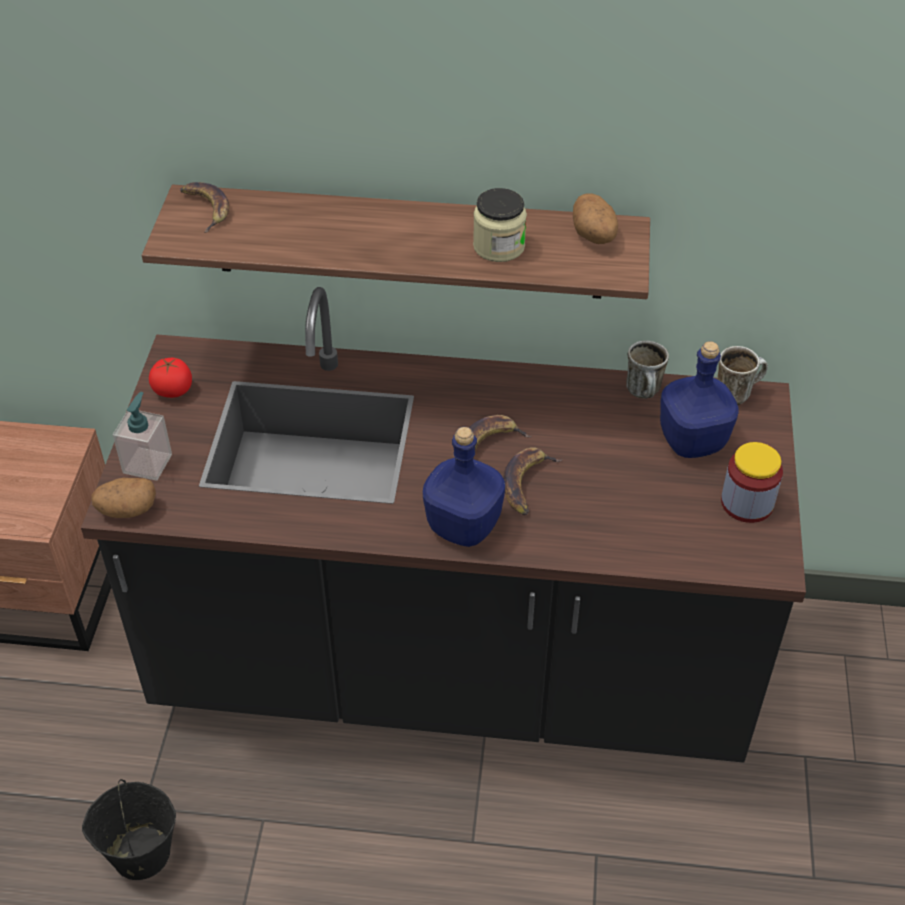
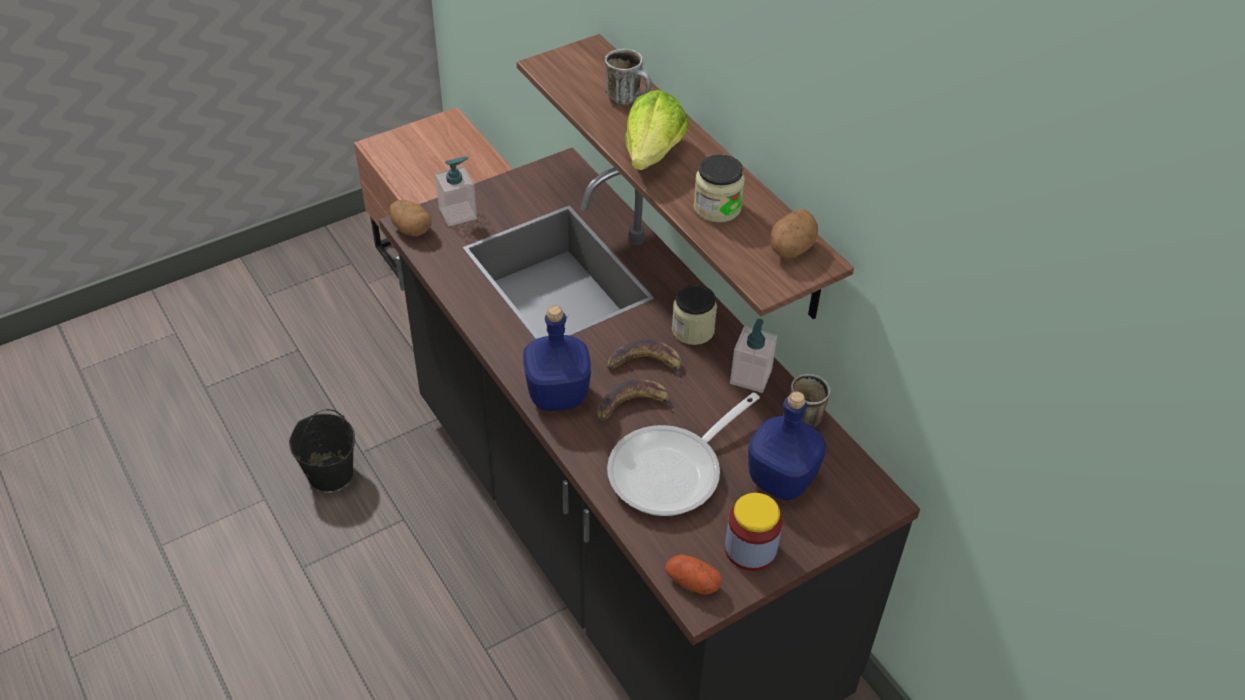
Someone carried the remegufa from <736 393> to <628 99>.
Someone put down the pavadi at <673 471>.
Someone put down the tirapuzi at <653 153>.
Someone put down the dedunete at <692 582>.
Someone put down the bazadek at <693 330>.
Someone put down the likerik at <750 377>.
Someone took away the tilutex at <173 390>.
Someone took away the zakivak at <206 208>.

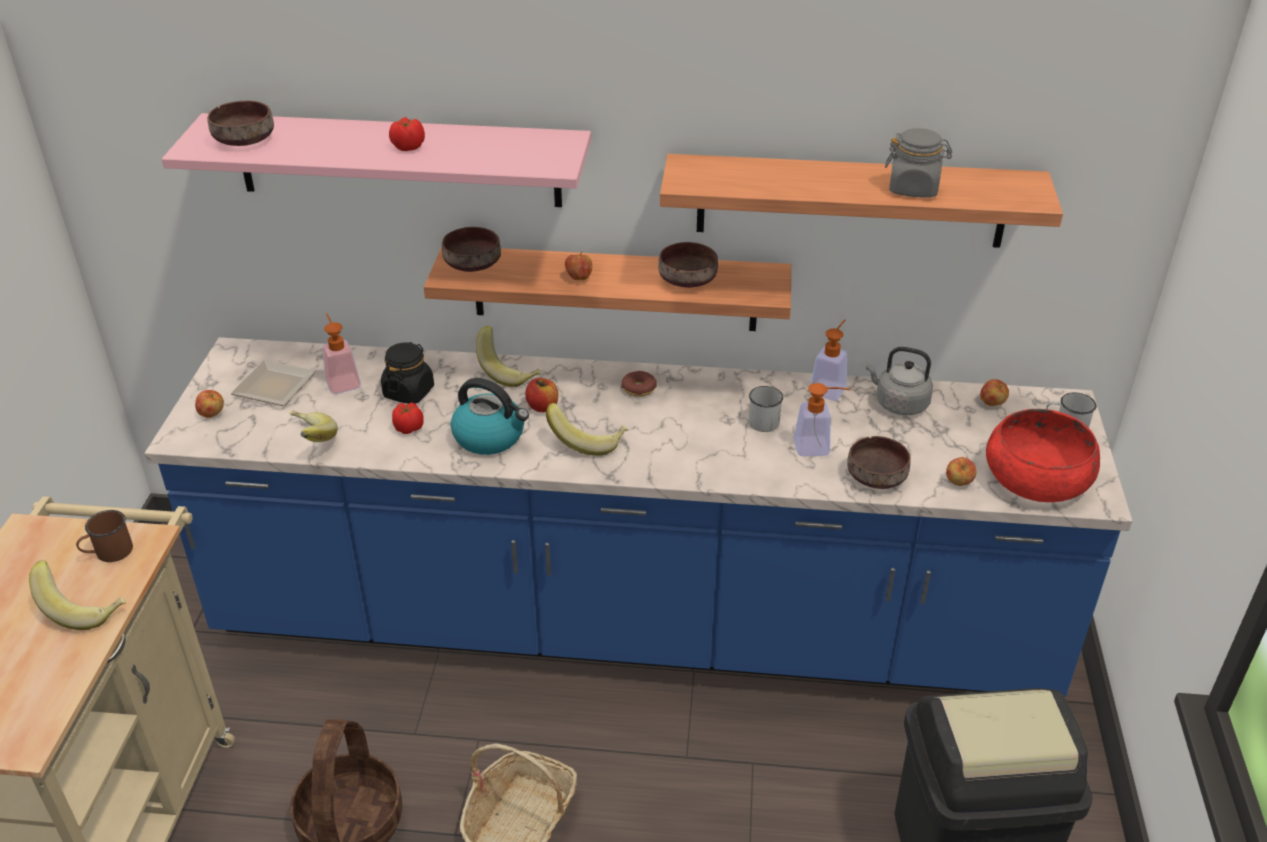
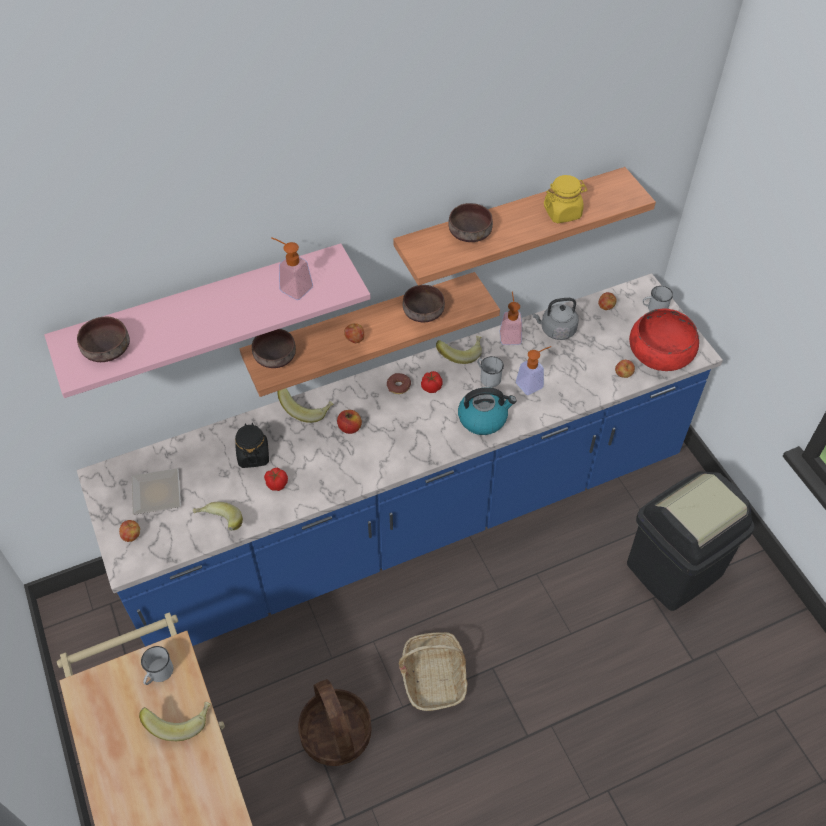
Someone repainted the brown remegufa at <108 553>, which became the white remegufa at <158 674>.
Someone carried the likerik from <341 380> to <292 287>.
Someone carried the tilutex from <408 147> to <431 387>.
Someone carried the zakivak from <588 441> to <460 353>.
Someone carried the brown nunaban from <876 477> to <470 233>.
Someone carried the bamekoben from <490 437> to <483 418>.
Someone repainted the grey bazadek at <913 188>, which became the yellow bazadek at <562 212>.

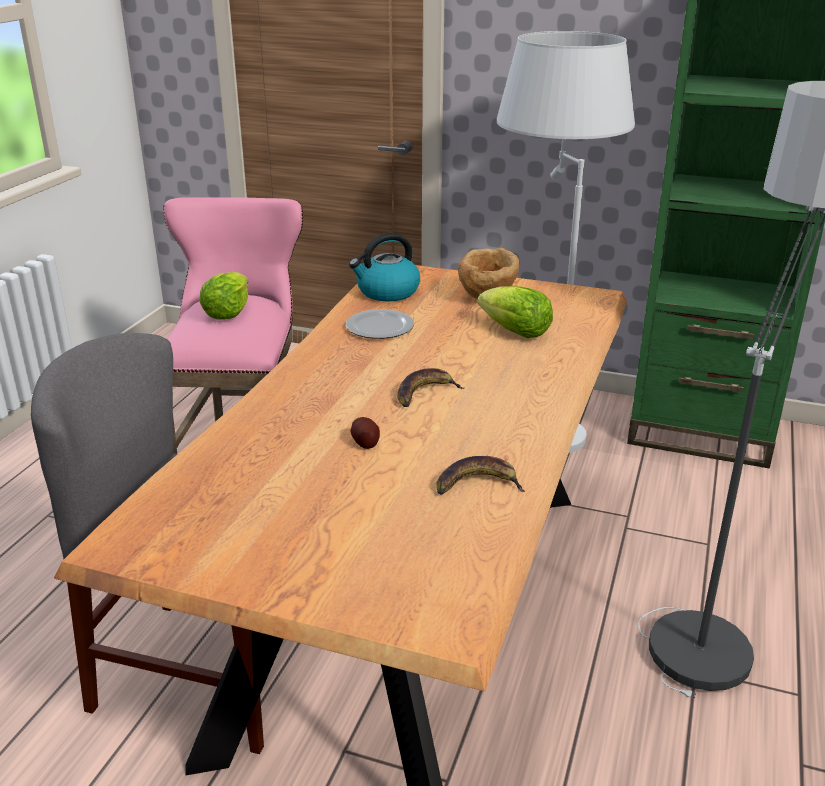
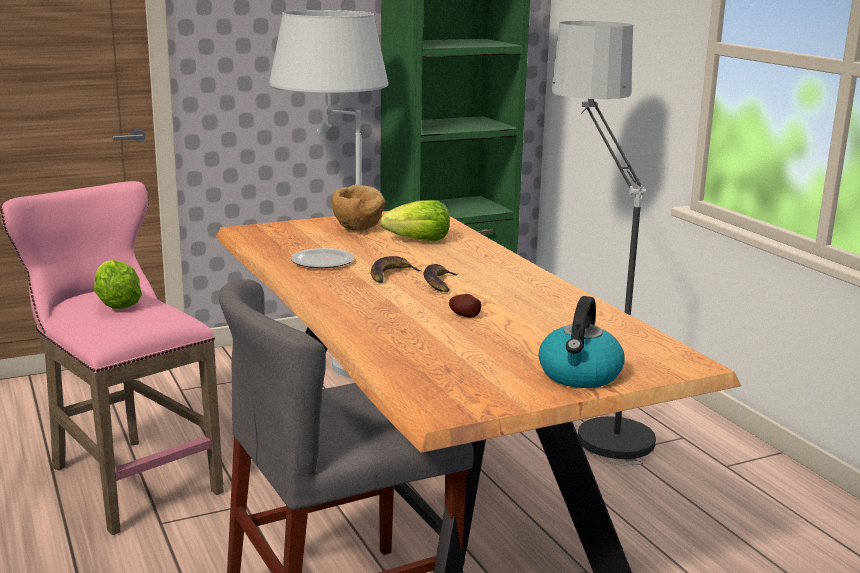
Someone carried the zakivak from <477 484> to <390 275>.
Someone carried the bamekoben from <387 292> to <580 375>.

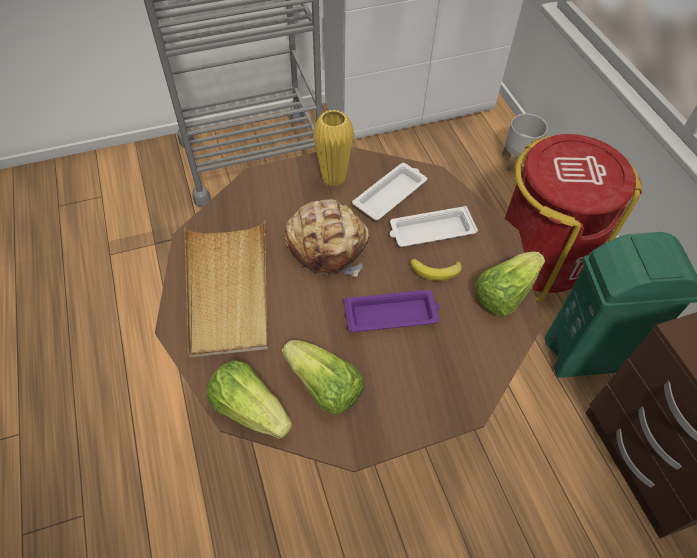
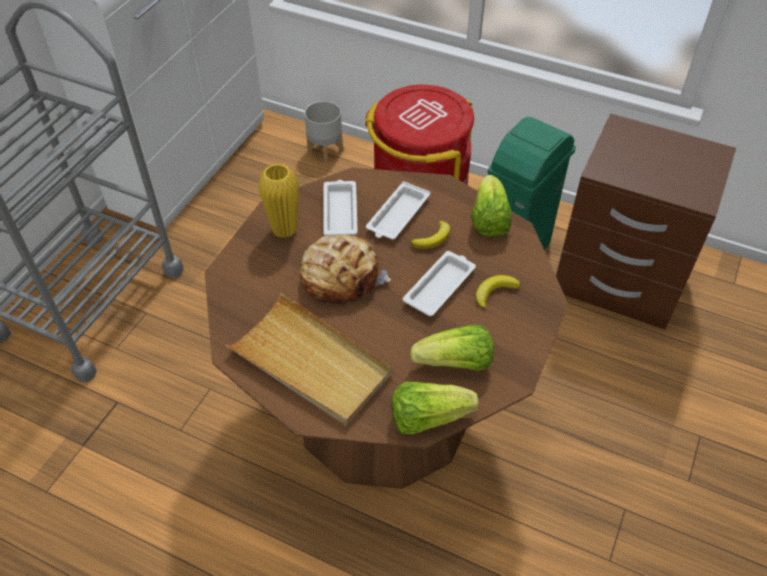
Someone repainted the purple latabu at <392 314>, which became the white latabu at <440 286>.
Someone put down the zakivak at <494 292>.

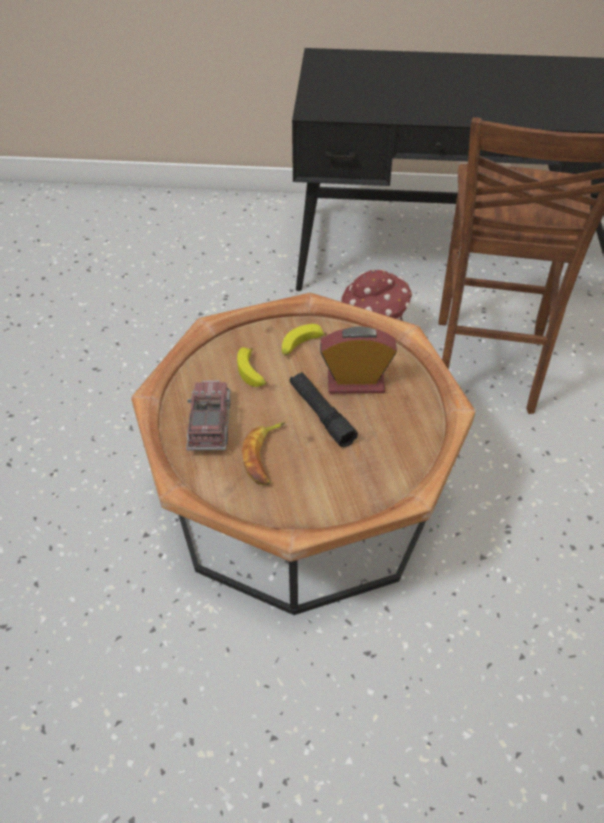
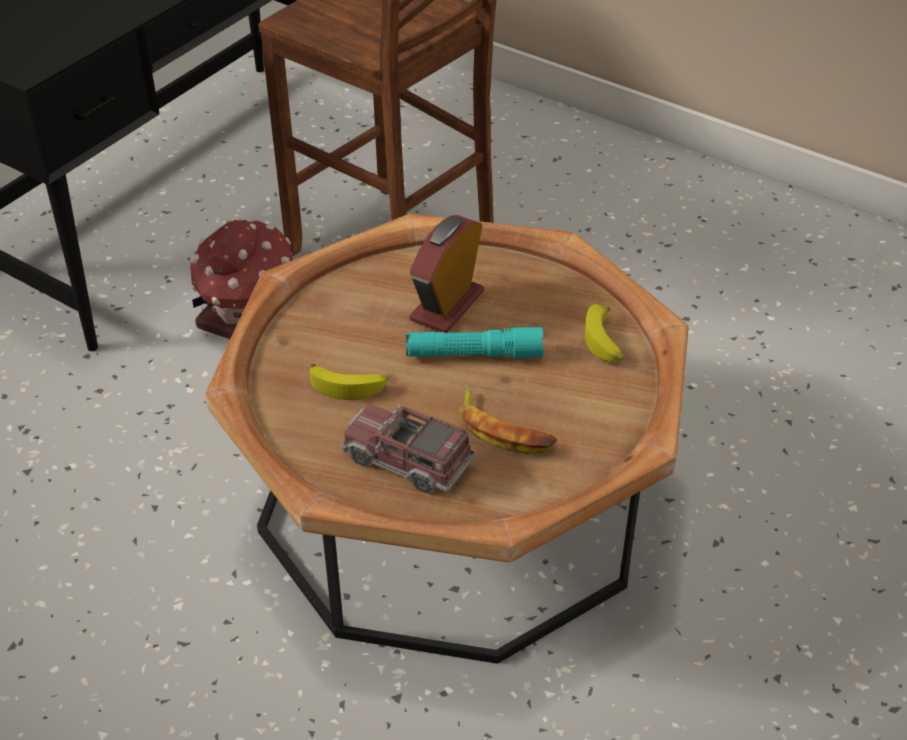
Someone repainted the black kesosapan at <321 414>, which became the turquoise kesosapan at <474 355>.
Someone carried the zakivak from <300 346> to <604 342>.

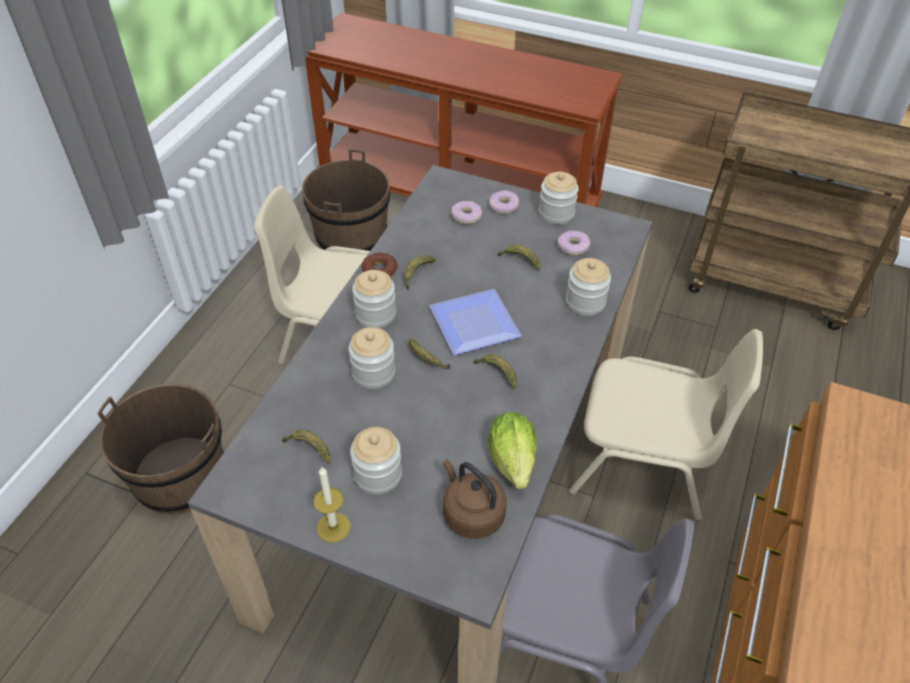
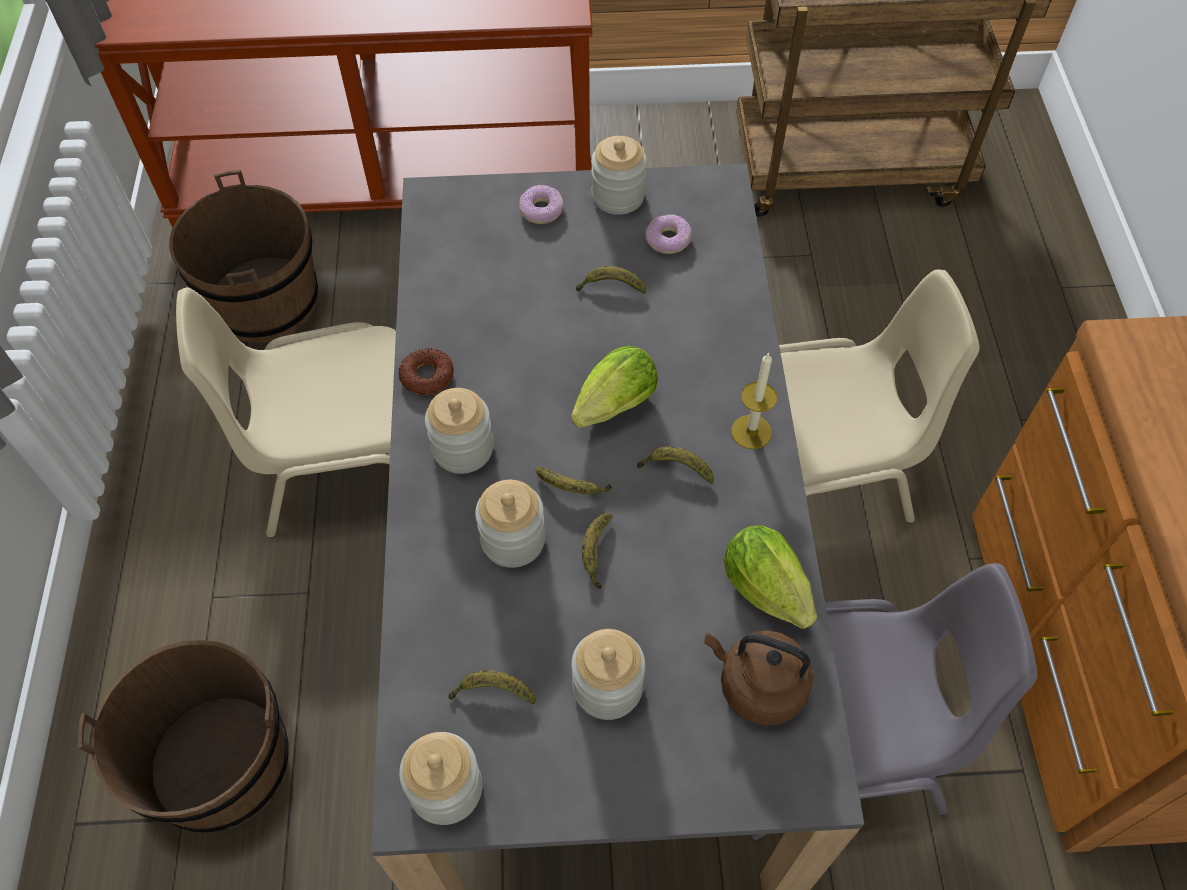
Someone carried the bazadek from <585 302> to <446 789>.
Someone swapped the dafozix at <478 325> for the tirapuzi at <611 408>.
Someone carried the zakivak from <417 274> to <595 553>.
Someone carried the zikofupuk from <333 527> to <751 432>.
Someone took away the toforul at <466 216>.

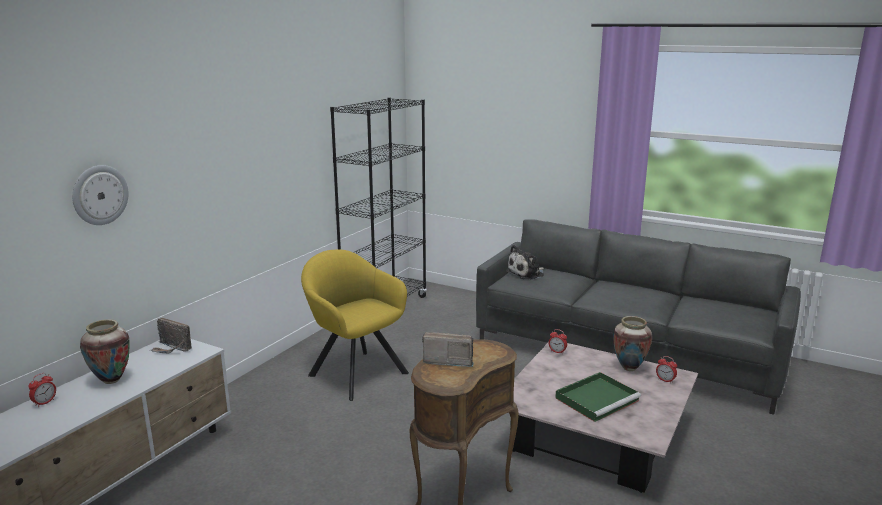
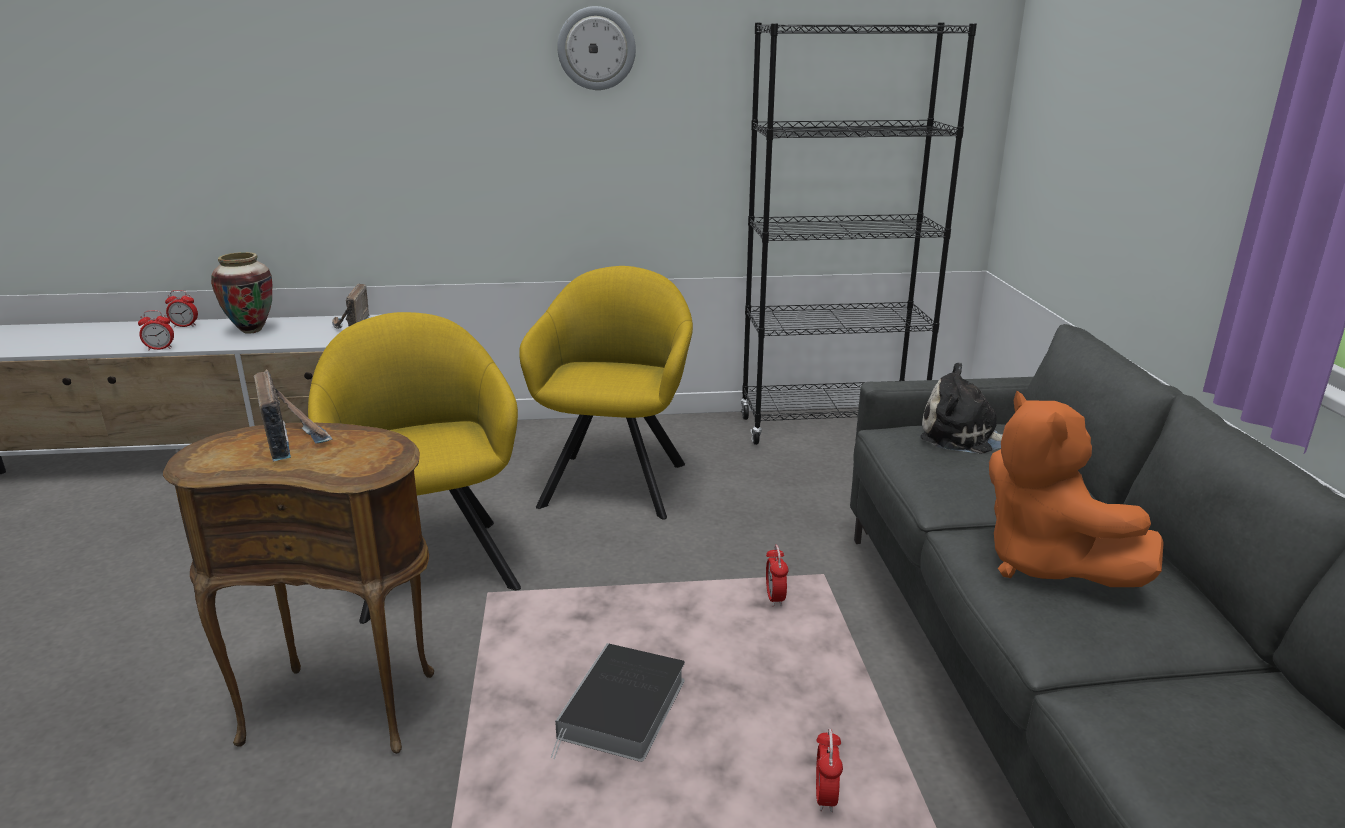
Someone put down the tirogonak at <160 348>.
Someone put down the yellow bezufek at <431 561>.
Someone swapped the green latabu at <597 399> for the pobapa at <622 711>.
Someone carried the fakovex from <99 195> to <596 48>.
Someone put down the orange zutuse at <1045 564>.
Someone took away the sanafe at <629 368>.

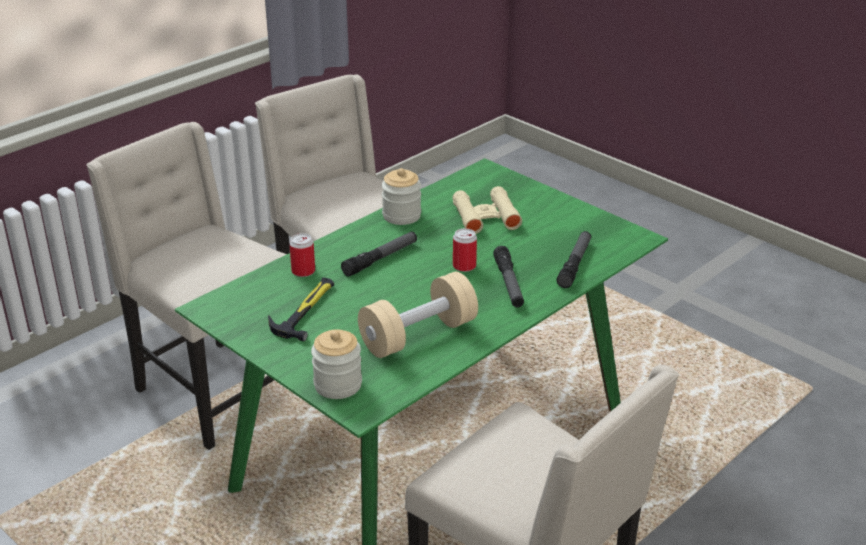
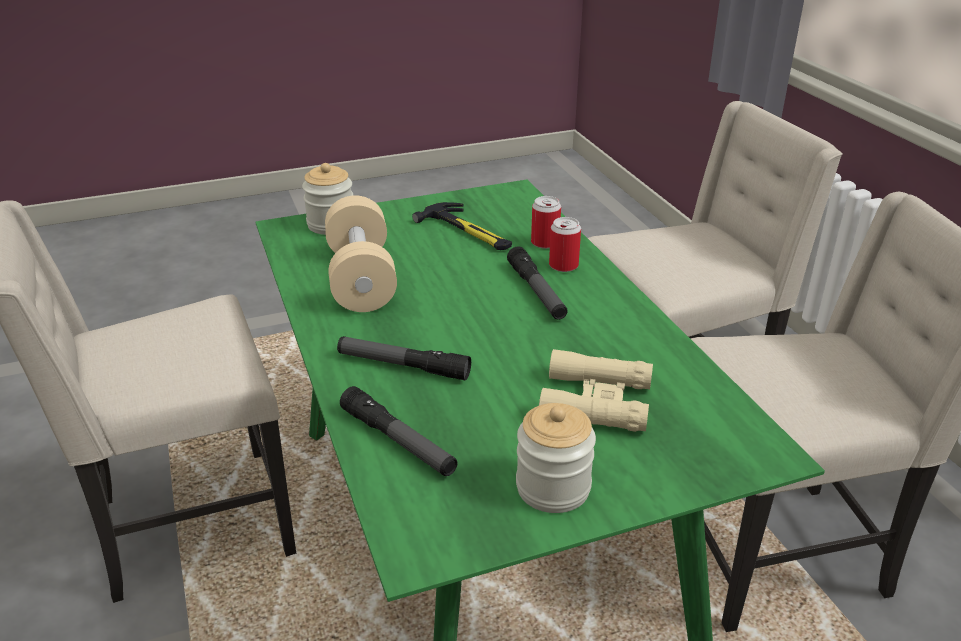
Someone carried the bazadek from <401 216> to <553 488>.
Someone carried the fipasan from <464 266> to <563 266>.

